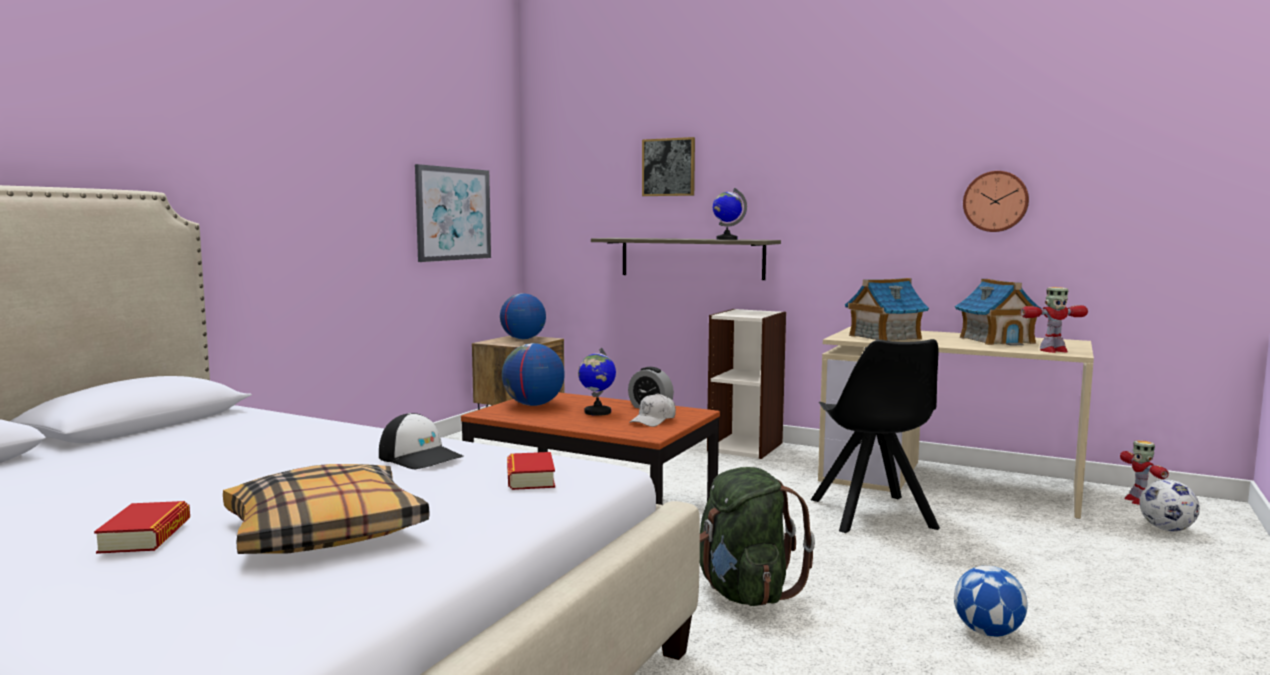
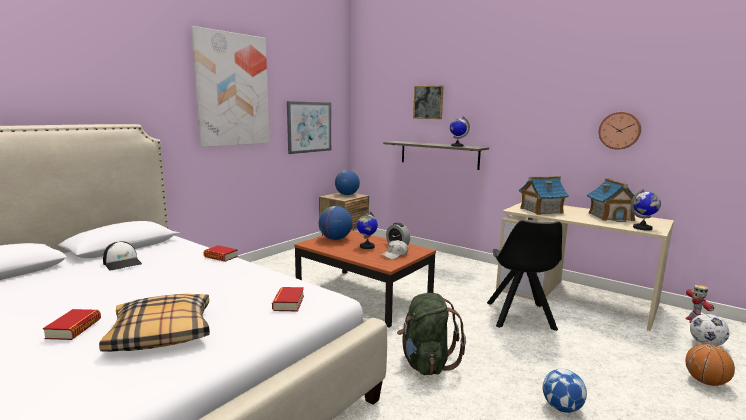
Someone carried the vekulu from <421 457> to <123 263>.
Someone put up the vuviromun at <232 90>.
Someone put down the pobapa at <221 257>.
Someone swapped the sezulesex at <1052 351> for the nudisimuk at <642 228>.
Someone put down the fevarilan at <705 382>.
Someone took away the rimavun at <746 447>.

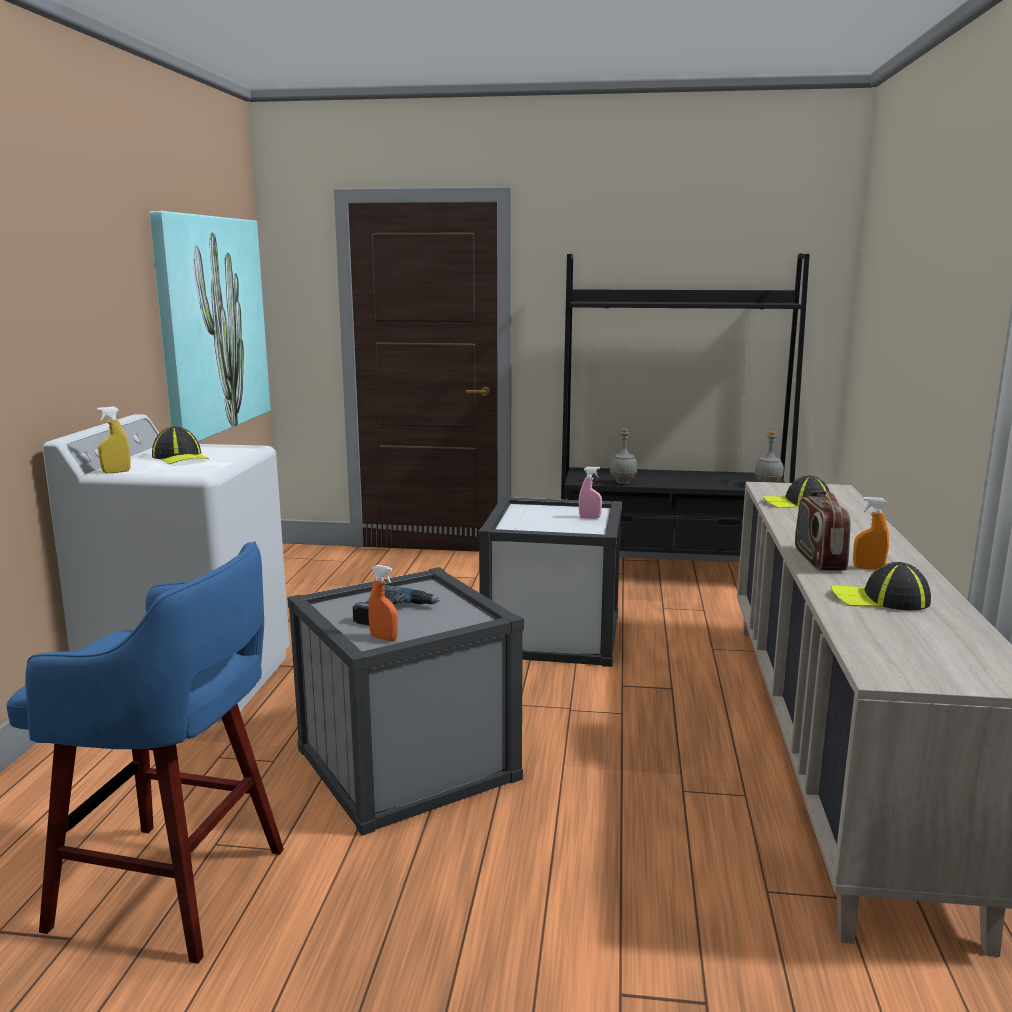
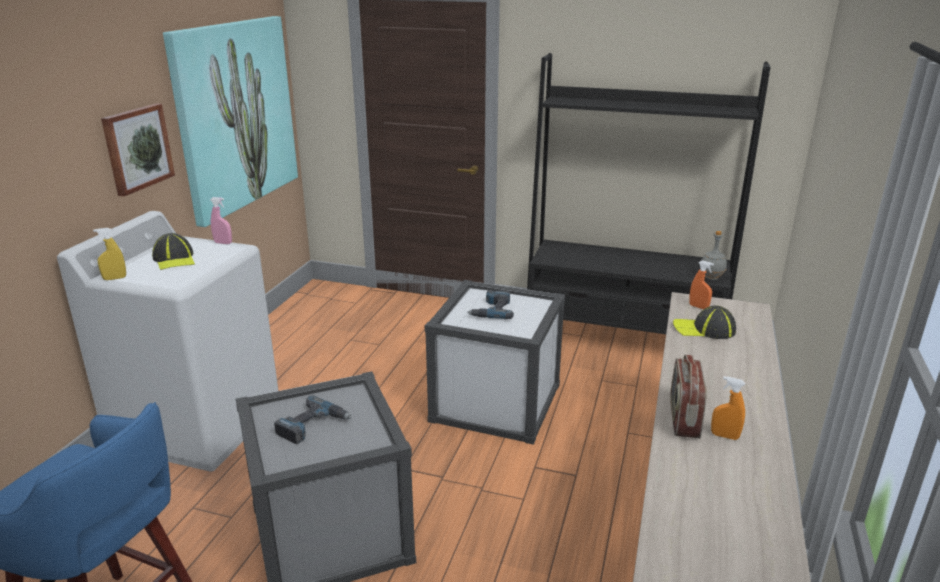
Someone put up the vuviromun at <137 148>.
Someone carried the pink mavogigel from <589 518> to <223 243>.
Someone put down the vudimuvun at <492 310>.
Someone carried the orange mavogigel from <384 638> to <698 307>.
Someone took away the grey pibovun at <622 482>.
Someone took away the vekulu at <880 599>.

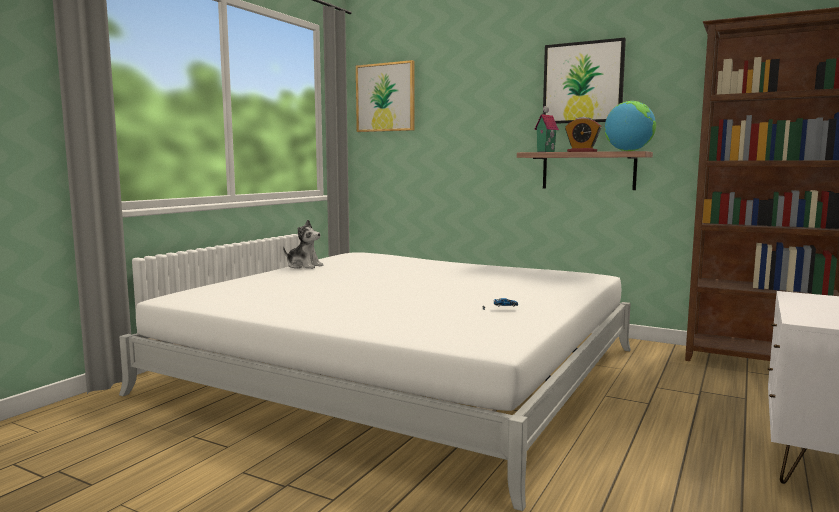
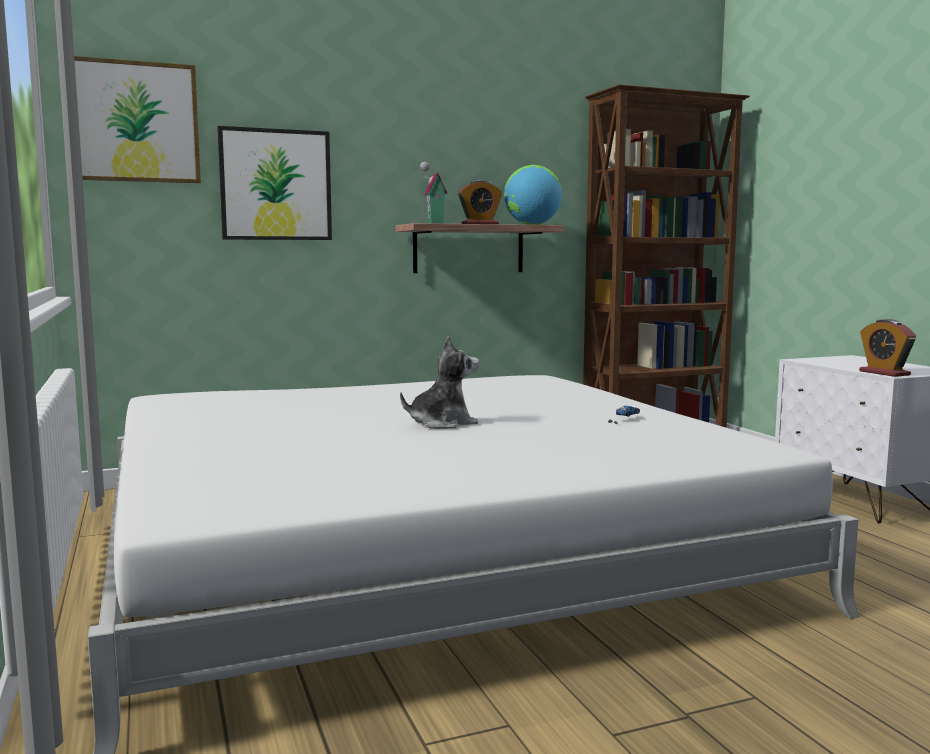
Someone carried the vuviromun from <583 82> to <275 185>.
Someone carried the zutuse from <304 266> to <442 423>.
Someone put down the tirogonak at <884 373>.

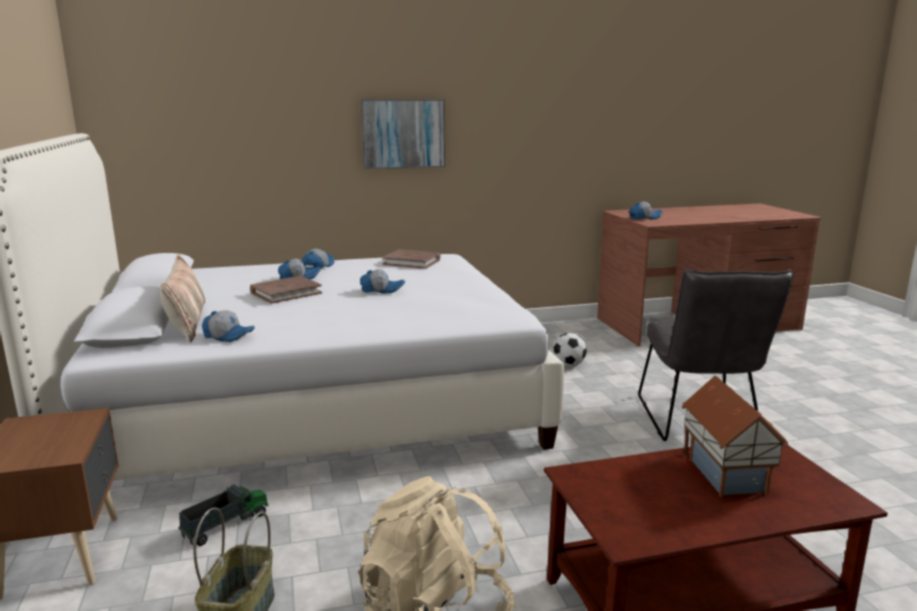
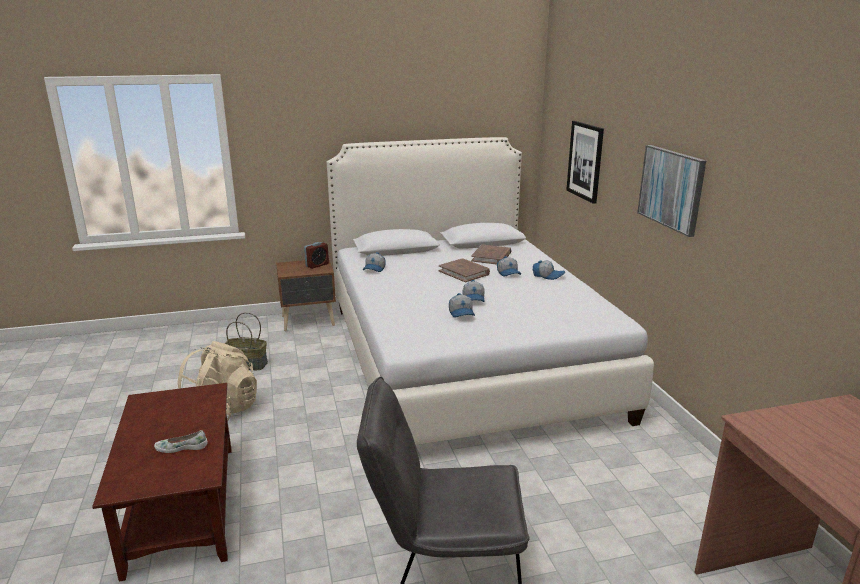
Someone swapped the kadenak at <727 472> for the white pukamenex at <182 447>.
Someone put down the tirogonak at <317 265>.
Someone carried the vekulu from <644 218> to <462 313>.
Someone carried the brown pobapa from <412 262> to <491 257>.
Someone put up the vuviromun at <585 161>.
Someone took away the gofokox at <186 321>.
Someone took away the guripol at <226 525>.
Someone took away the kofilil at <568 365>.

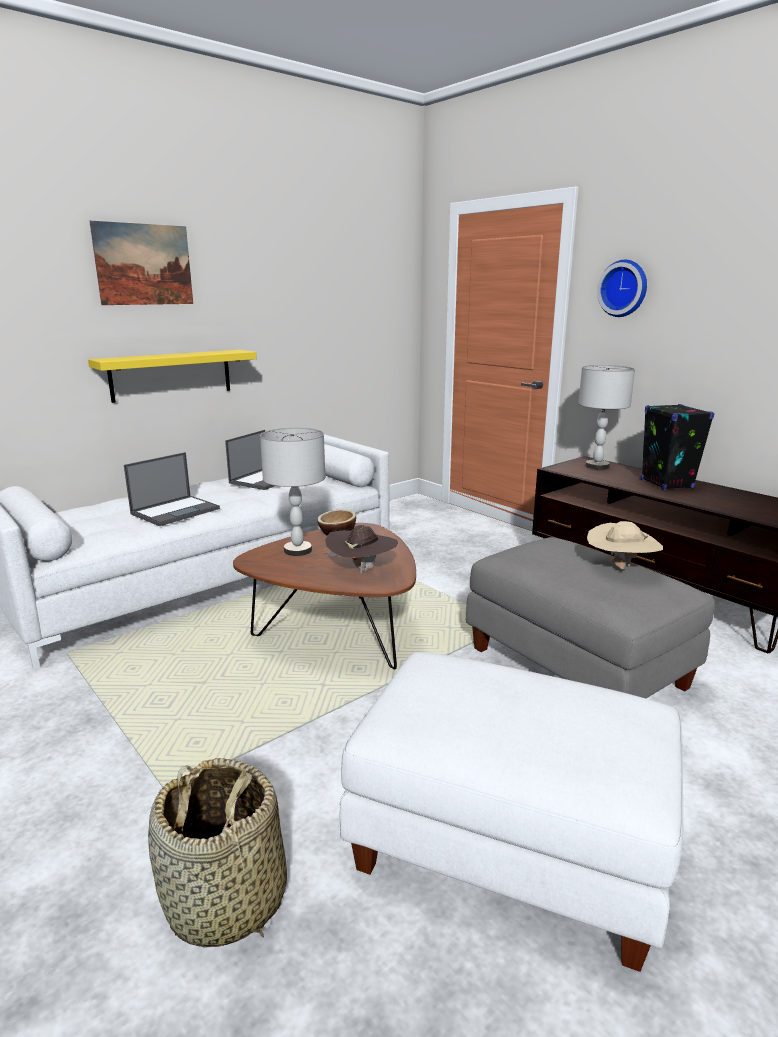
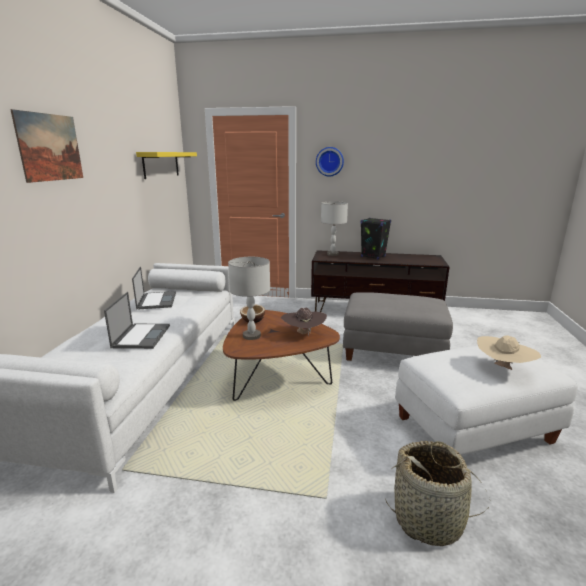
Someone carried the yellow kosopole from <171 375> to <161 164>.
Someone carried the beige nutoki from <620 568> to <503 368>.

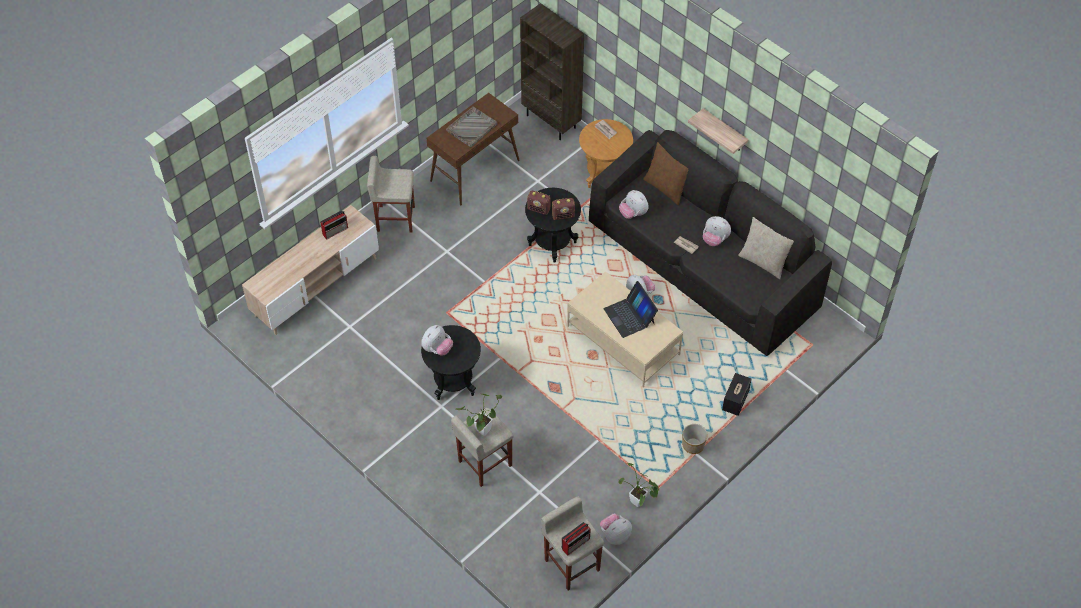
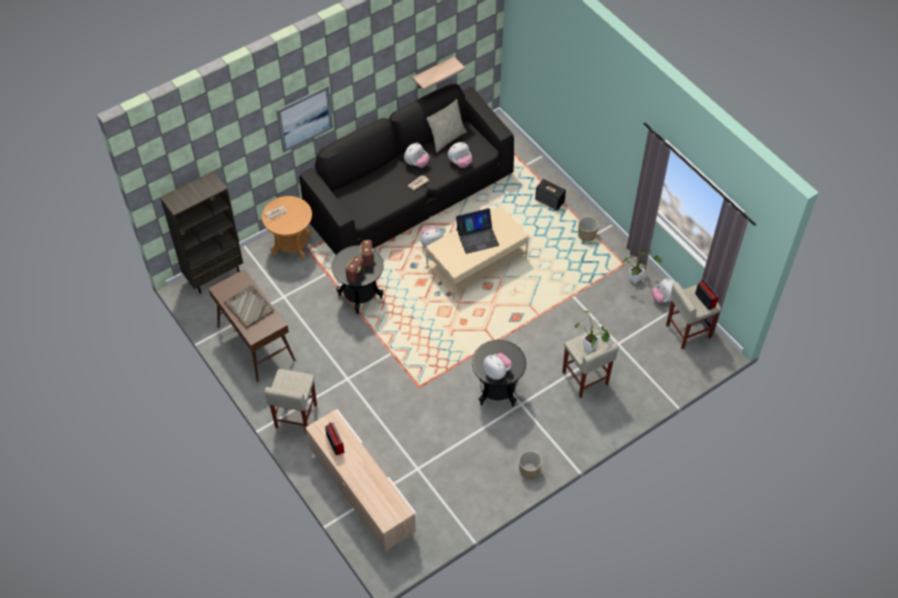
Someone put up the vuviromun at <305 118>.
Someone carried the kosopole from <724 131> to <433 73>.
Someone carried the zutuse from <633 213> to <460 163>.
Someone put down the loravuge at <529 470>.
Someone took away the brown gofokox at <666 188>.

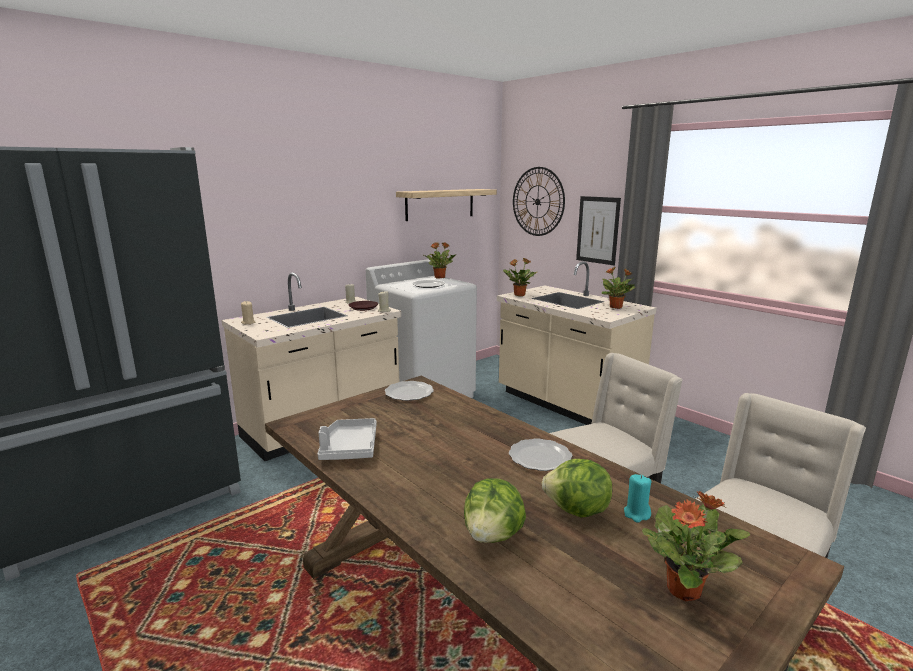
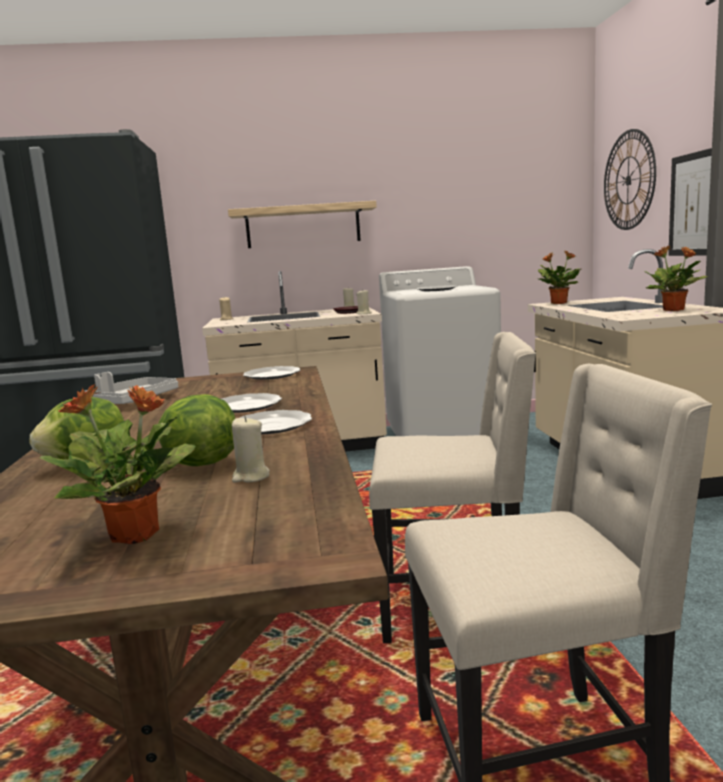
Someone put down the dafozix at <247 406>.
Someone carried the kosopole from <440 204> to <303 226>.
Someone repainted the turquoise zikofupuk at <636 514>, which became the beige zikofupuk at <251 477>.
Someone took away the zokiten at <440 277>.

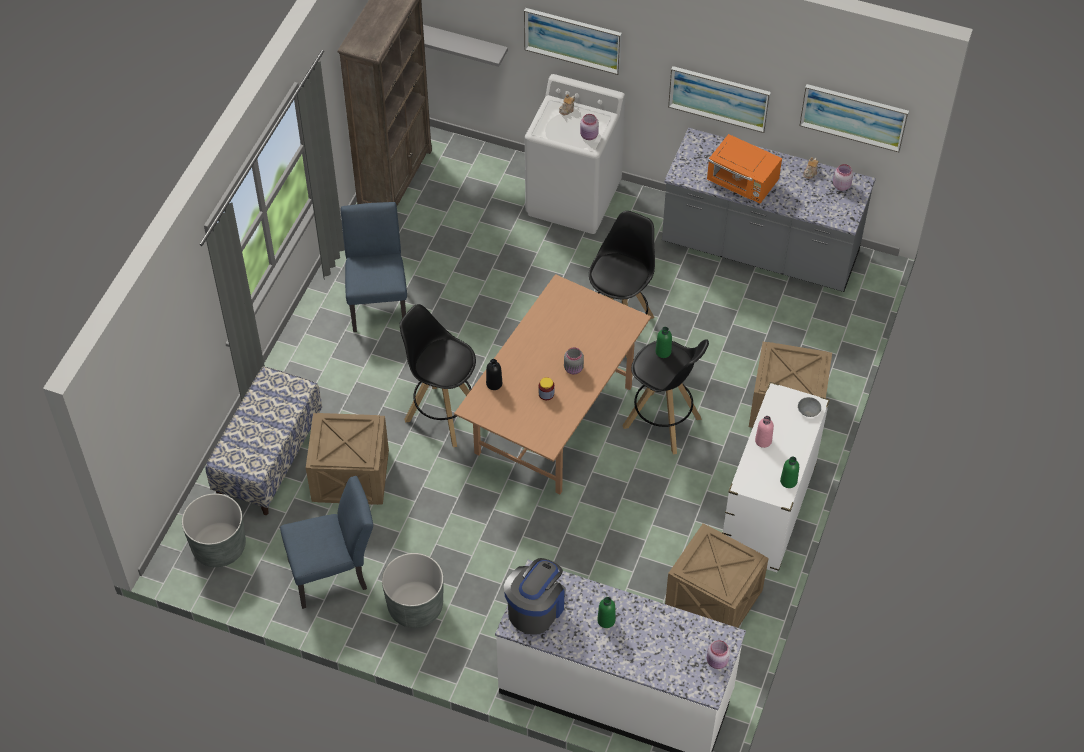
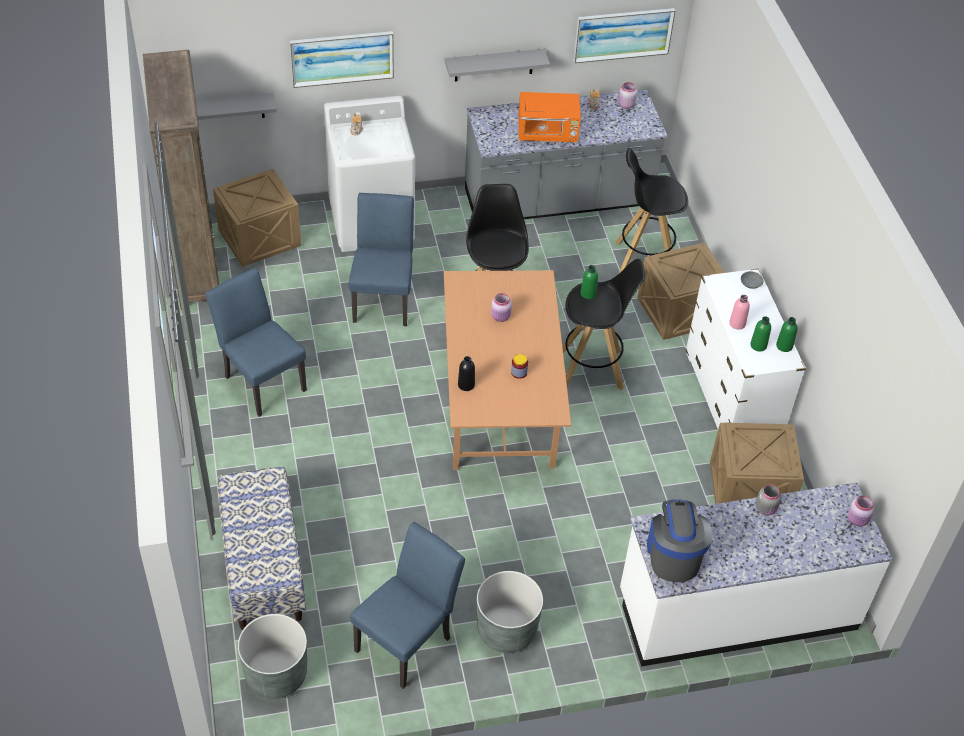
Someone carried the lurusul from <349 476> to <259 239>.
Someone put down the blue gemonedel at <383 298>.
Someone swapped the vuviromun at <719 98> for the grey kosopole at <494 65>.
Someone carried the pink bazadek from <589 136> to <501 317>.
Someone carried the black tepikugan from <443 415> to <643 259>.
Someone carried the green pibovun from <606 620> to <758 345>.
Someone carried the grey bazadek from <574 369> to <766 509>.

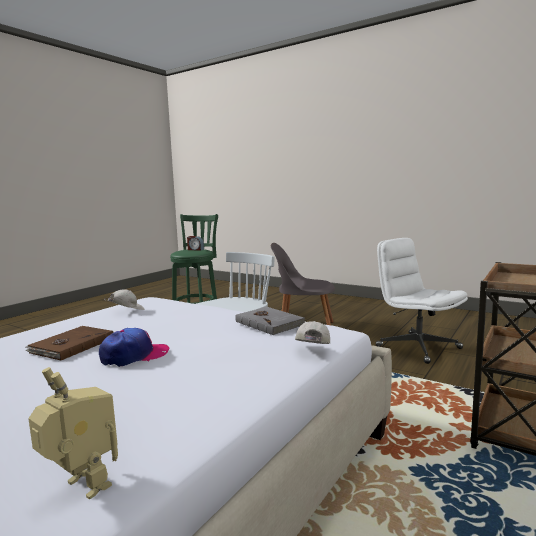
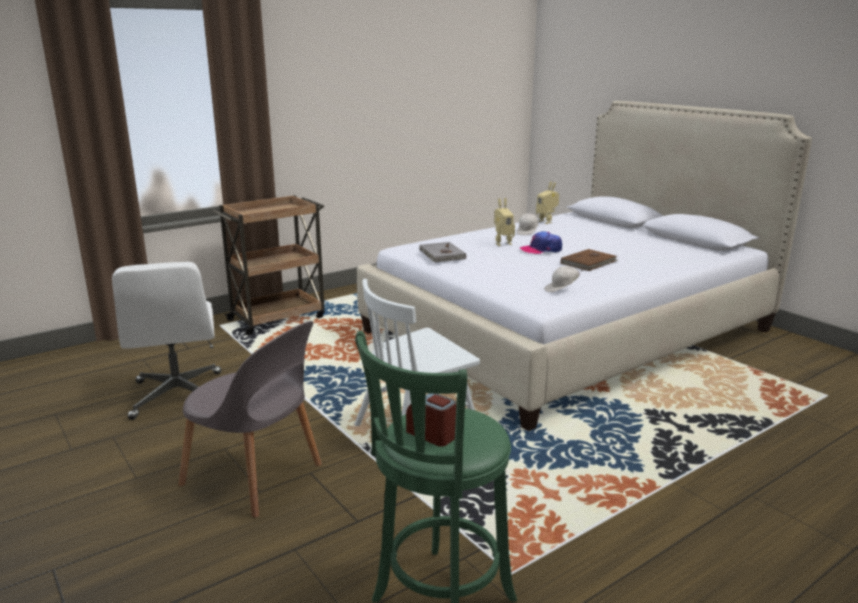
Someone put down the sezulesex at <502 243>.
Someone carried the white vekulu from <312 351> to <527 232>.

